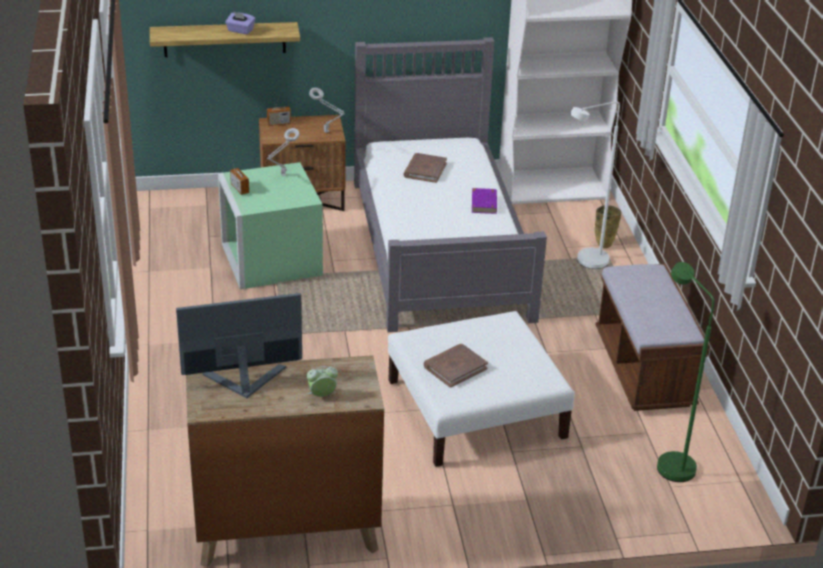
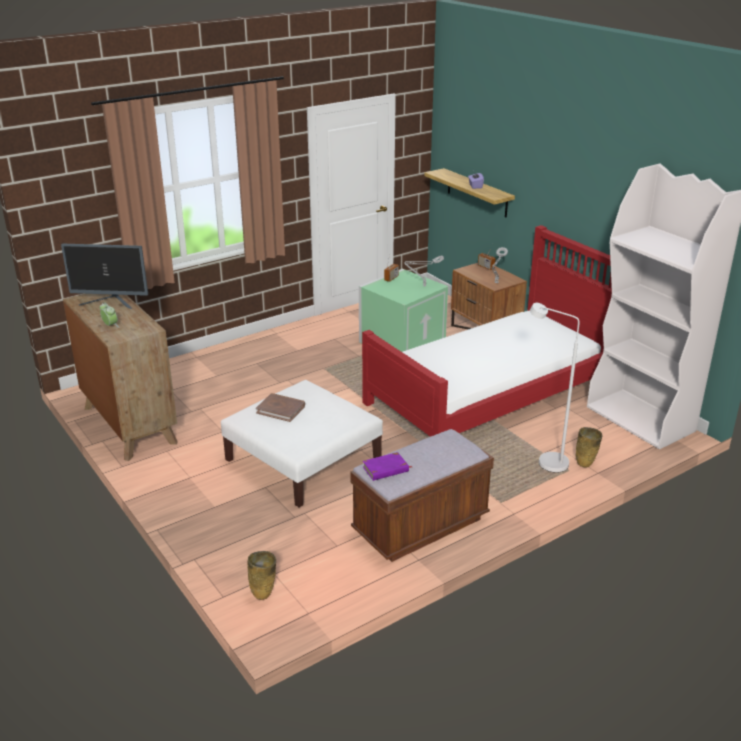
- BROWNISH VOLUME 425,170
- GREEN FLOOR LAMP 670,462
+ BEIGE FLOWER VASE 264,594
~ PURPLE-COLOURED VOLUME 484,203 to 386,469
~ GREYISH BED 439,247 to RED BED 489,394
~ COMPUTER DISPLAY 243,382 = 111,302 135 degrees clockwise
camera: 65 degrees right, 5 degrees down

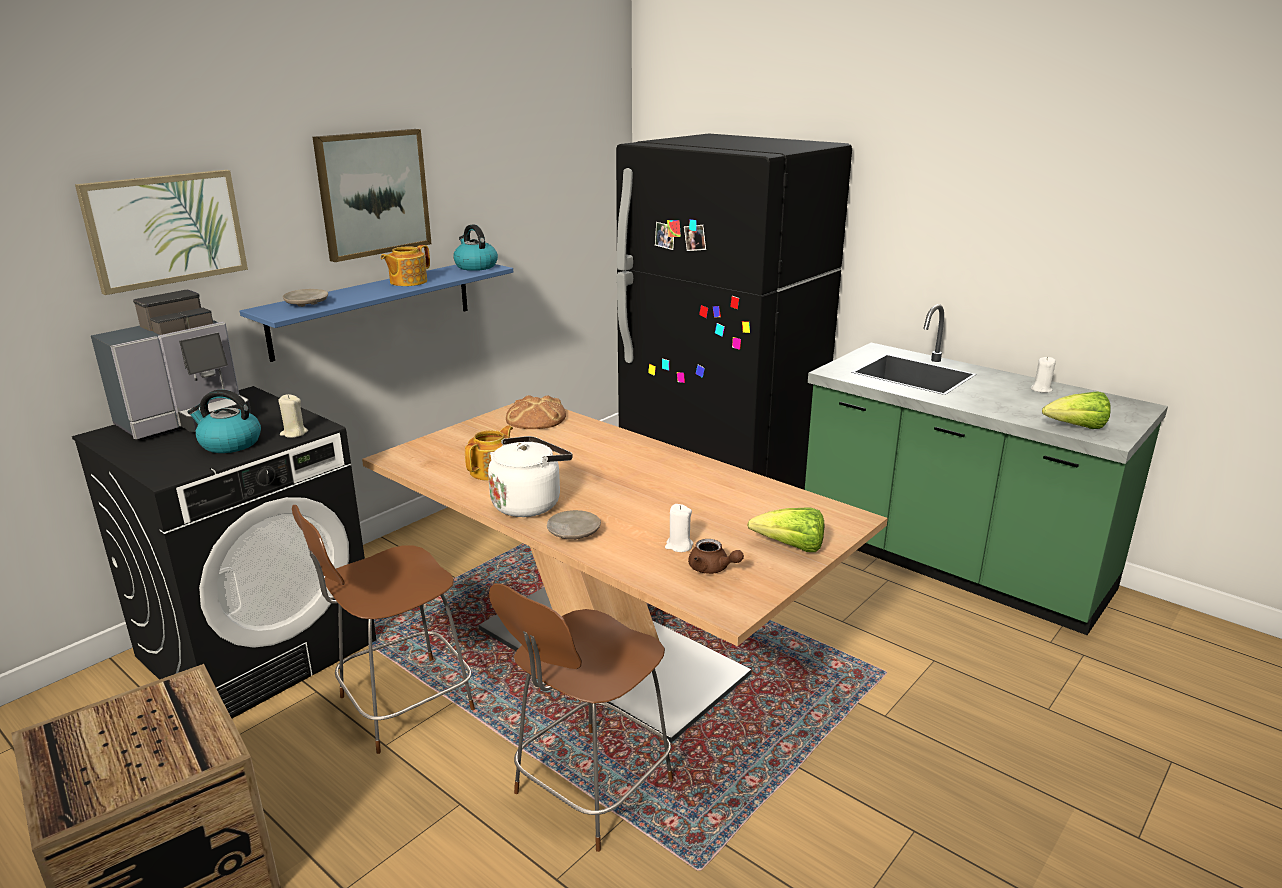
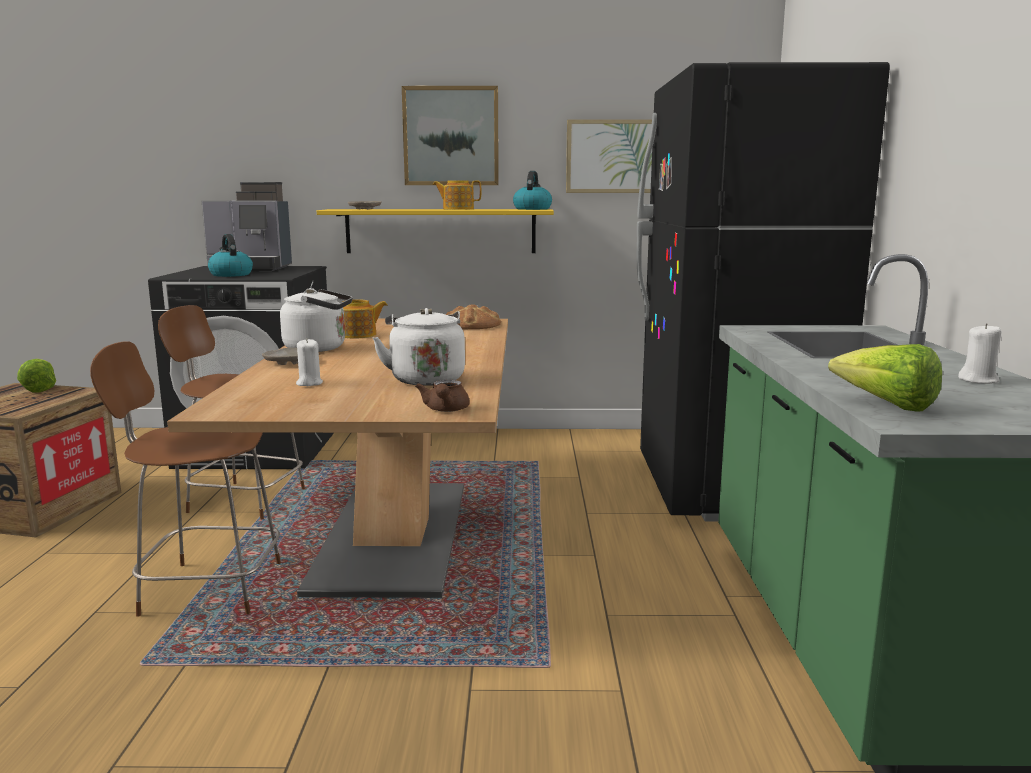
- BEIGE WAX CANDLE 294,433
+ WHITE TEA KETTLE 425,379
~ PICTURE 166,229 to 615,156
~ BROWNISH POT FOR TEA 712,569 to 445,410
~ LETTUCE 791,548 to 40,389
~ BLUISH SHELF 373,308 to YELLOWISH SHELF 440,231
camera: 50 degrees right, 10 degrees down

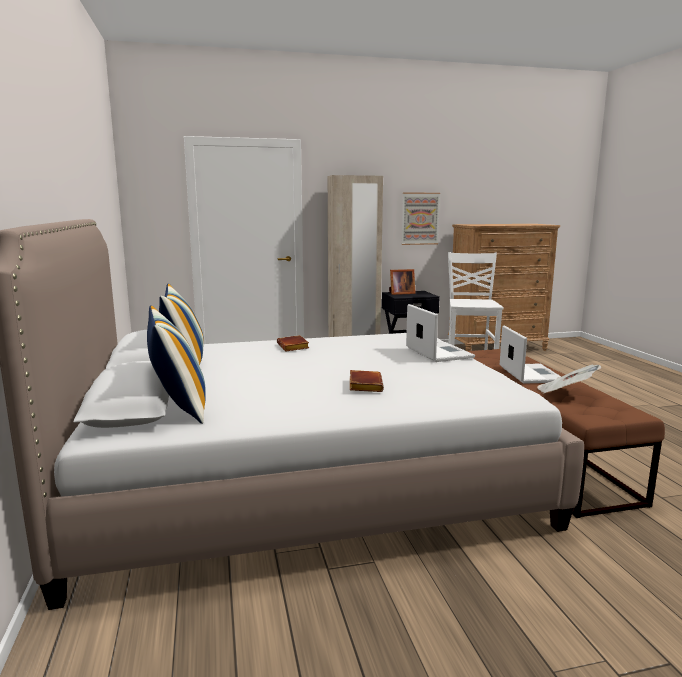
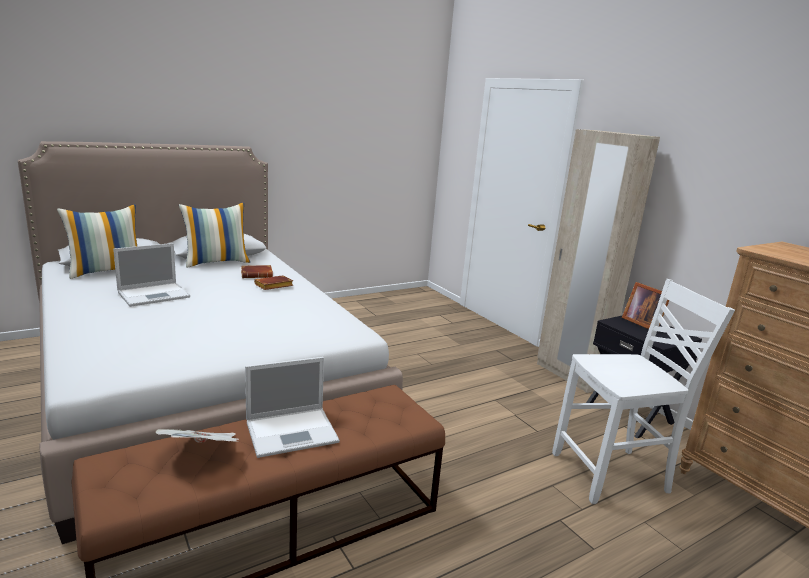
- PICTURE 420,218
~ BROWNISH VOLUME 364,385 to 257,274
~ PORTABLE COMPUTER 438,352 to 155,294
camera: 70 degrees right, 5 degrees up

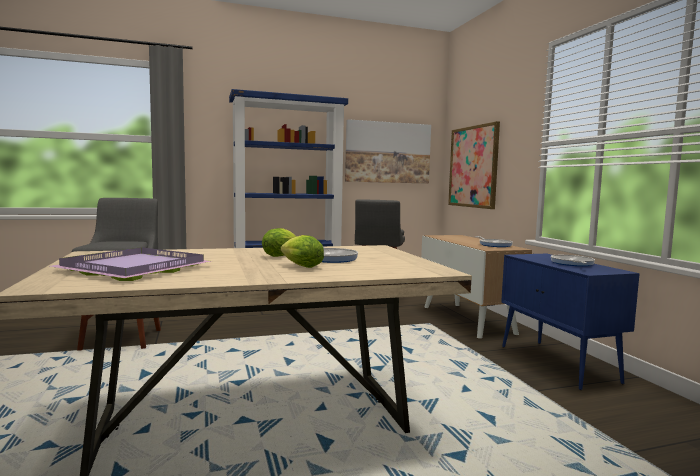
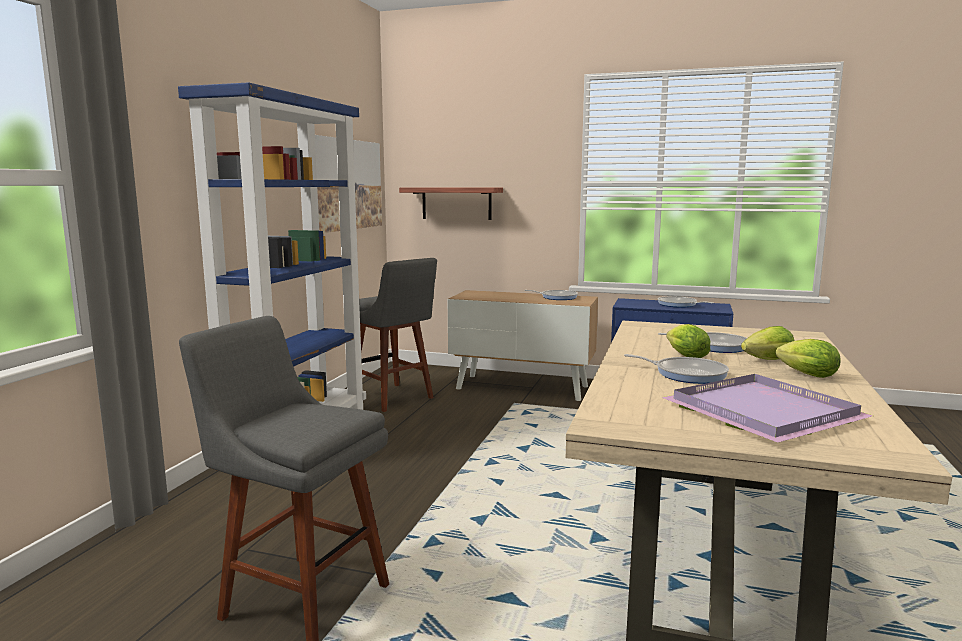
+ SKILLET 686,374
+ LETTUCE 804,374
~ PICTURE 473,167 to SHELF 456,203
camera: 55 degrees left, 5 degrees up

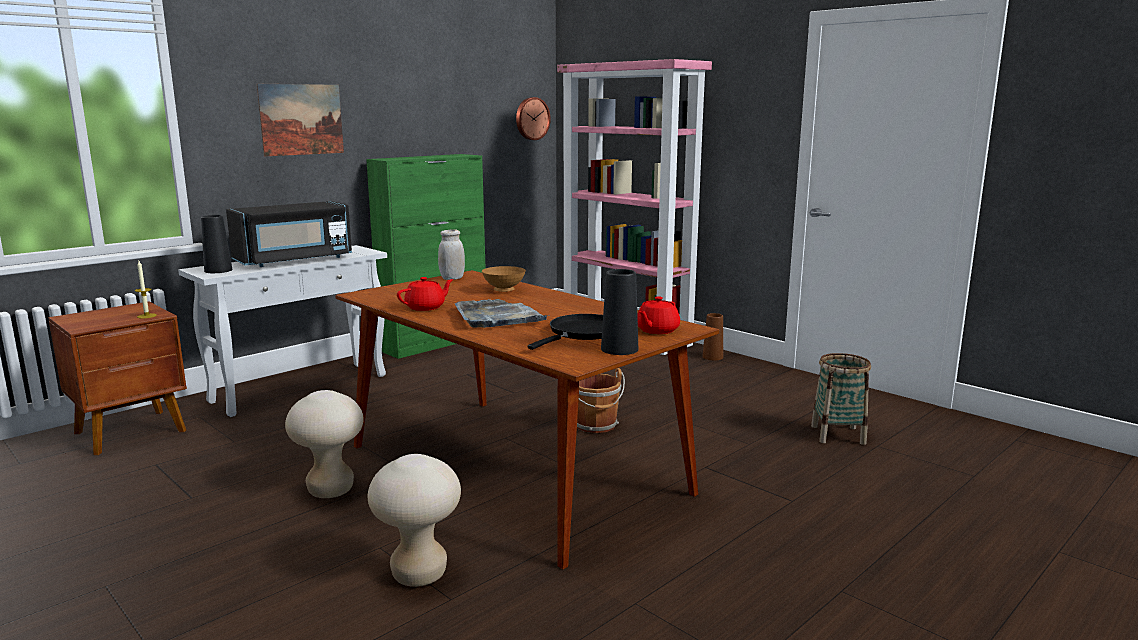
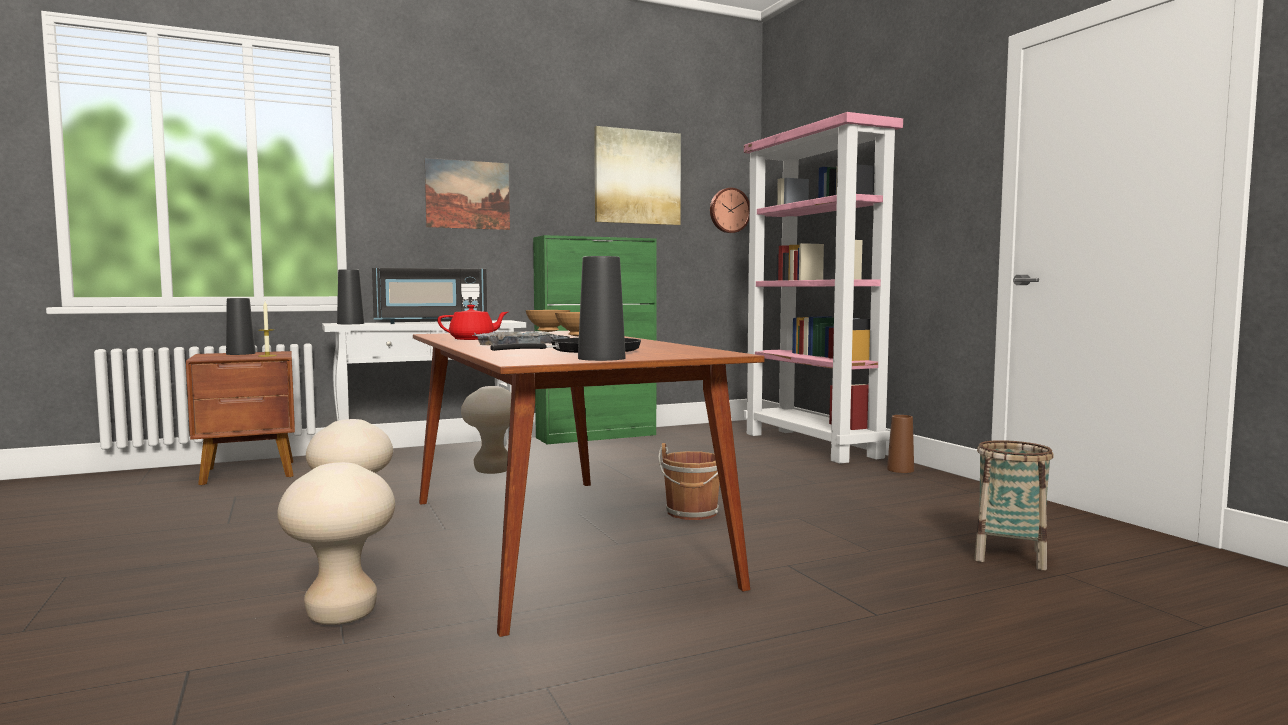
- RED POT FOR TEA 656,330
+ BLACKISH FLOWER VASE 241,353
+ BEIGE STOOL SEAT 493,471
+ PICTURE 637,177
~ WHITE PRESERVE JAR 452,278 to BROWNISH BOWL 548,331
camera: 20 degrees right, 10 degrees down

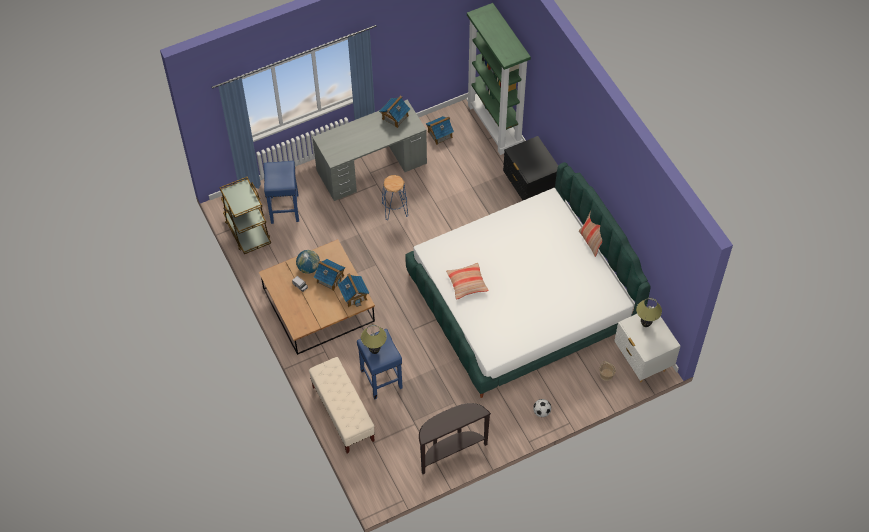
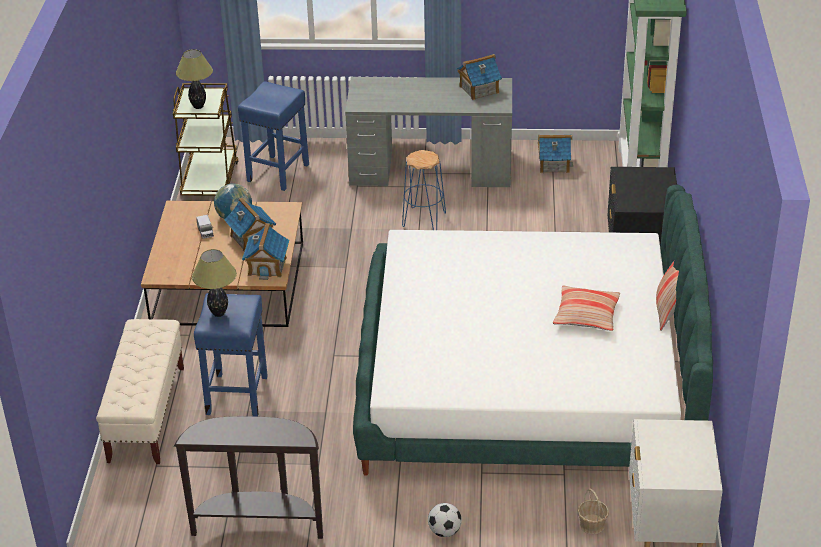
~ PILLOW 467,283 to 586,315
~ LAMP FOR A TABLE 645,324 to 198,106
camera: 30 degrees right, 20 degrees down

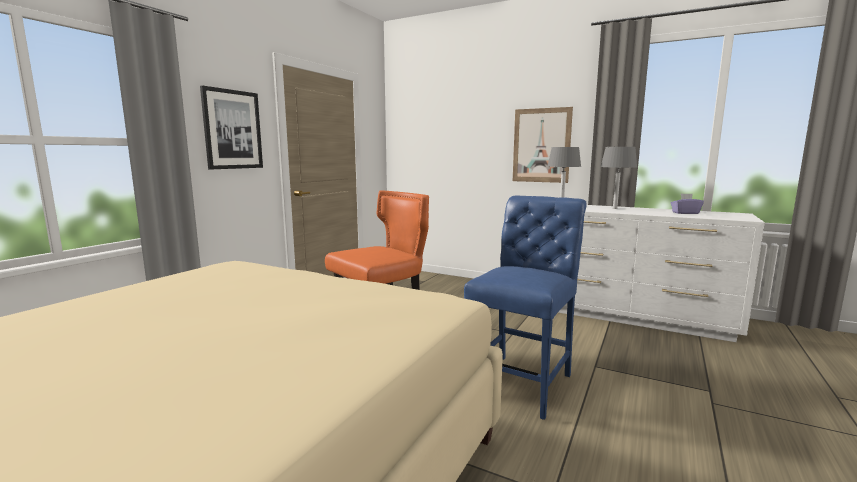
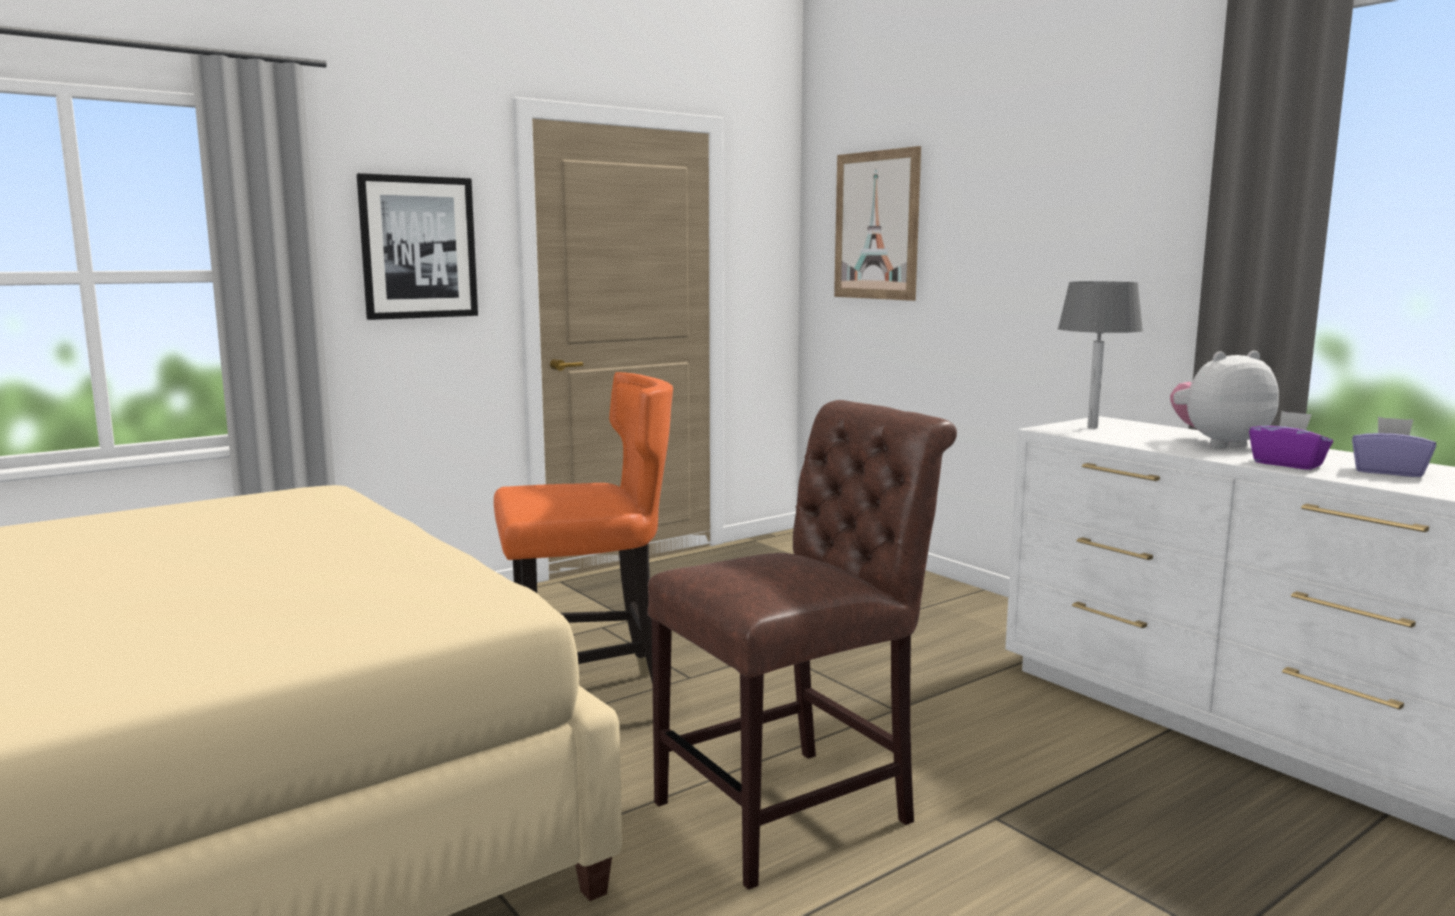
+ PURPLE-COLOURED TISSUE BOX 1287,464
~ PICTURE 541,145 to 876,225
~ GREYISH LAMP FOR A TABLE 615,208 to SOFT TOY 1218,443
~ BLUISH UPRIGHT CHAIR 523,381 to BROWNISH UPRIGHT CHAIR 796,809
camera: 25 degrees right, 0 degrees up

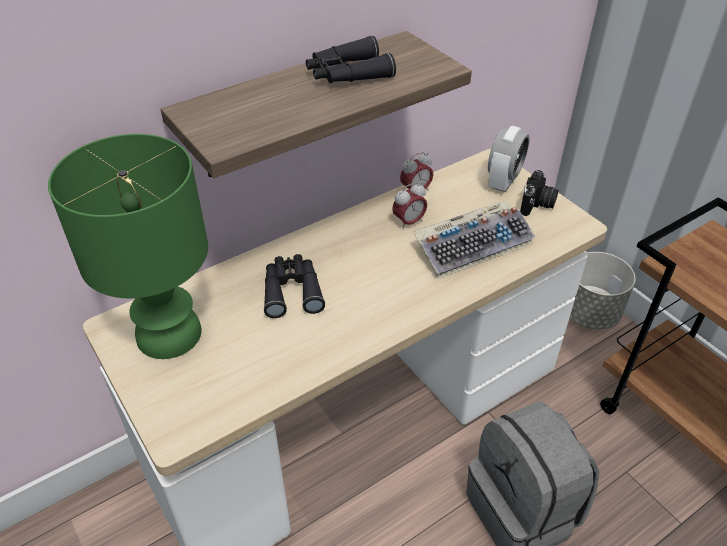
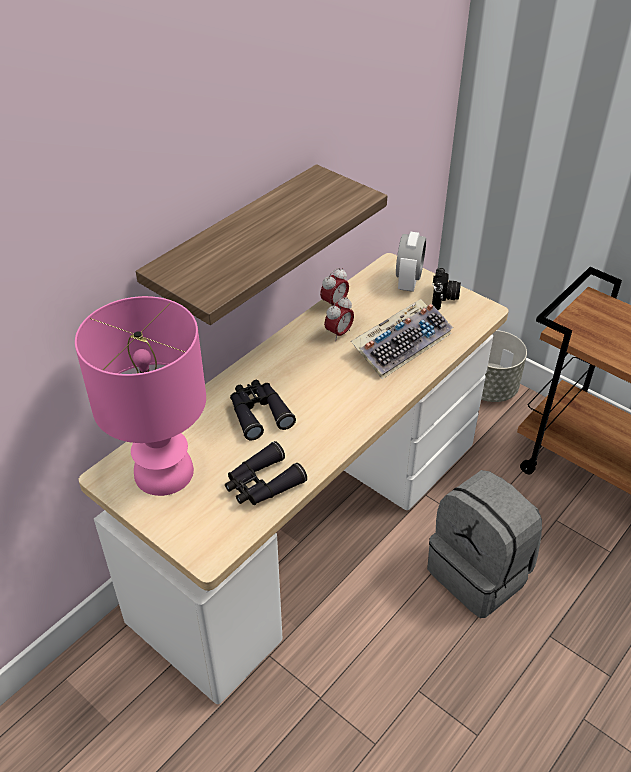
~ BLACKISH BINOCULARS 347,74 to 262,484
~ GREEN LAMP FOR A TABLE 168,335 to PINK LAMP FOR A TABLE 163,474
camera: 15 degrees left, 0 degrees up

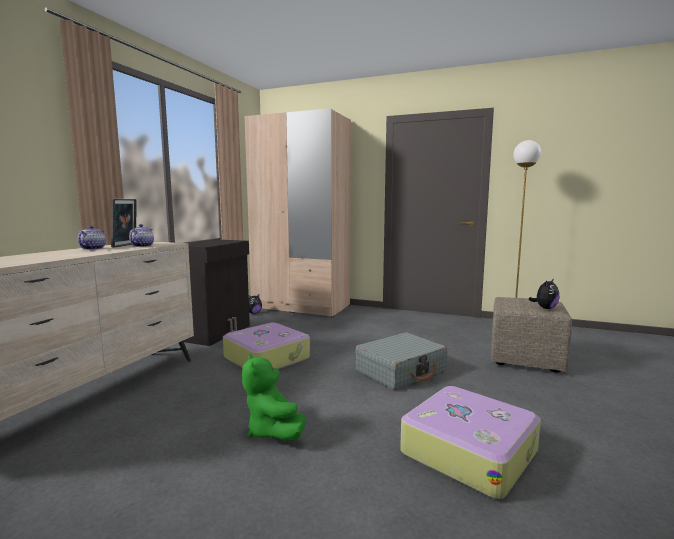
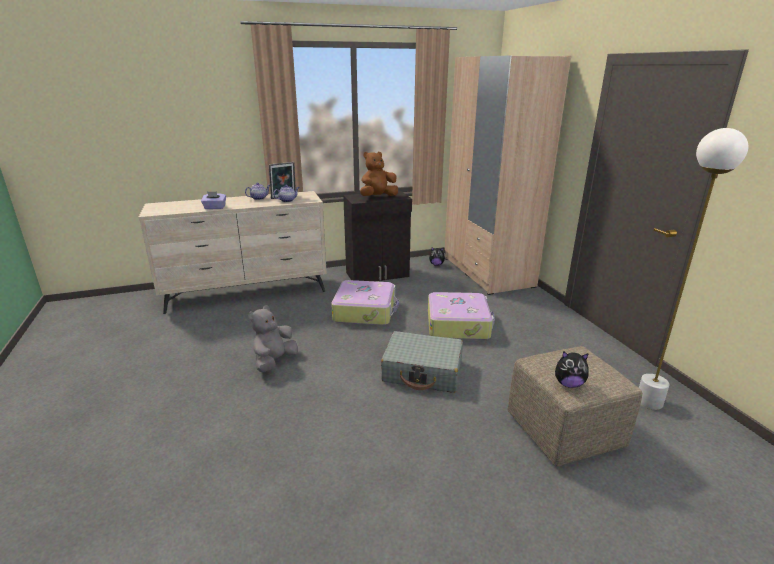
+ PURPLE-COLOURED TISSUE BOX 215,207
+ BROWNISH SOFT TOY 378,197
~ SUITCASE 468,451 to 458,324
~ GREEN SOFT TOY 273,431 to GREYISH SOFT TOY 274,362
camera: 50 degrees right, 15 degrees up

